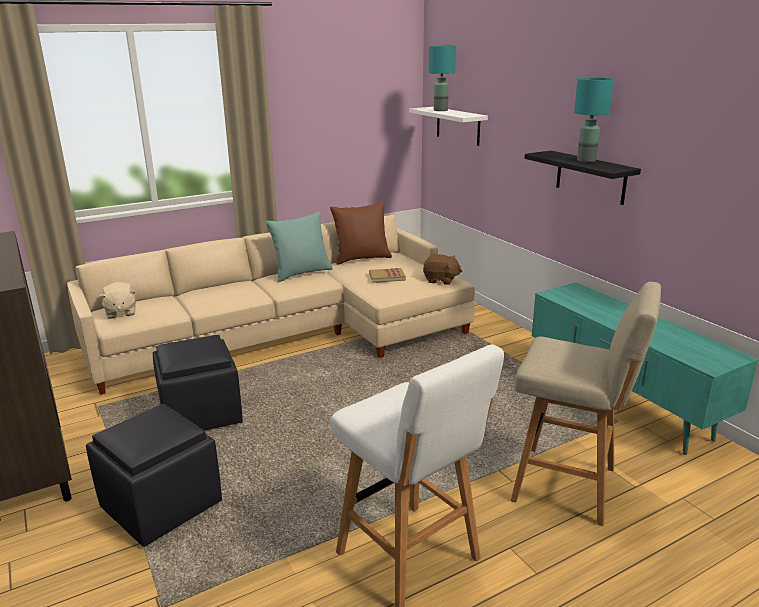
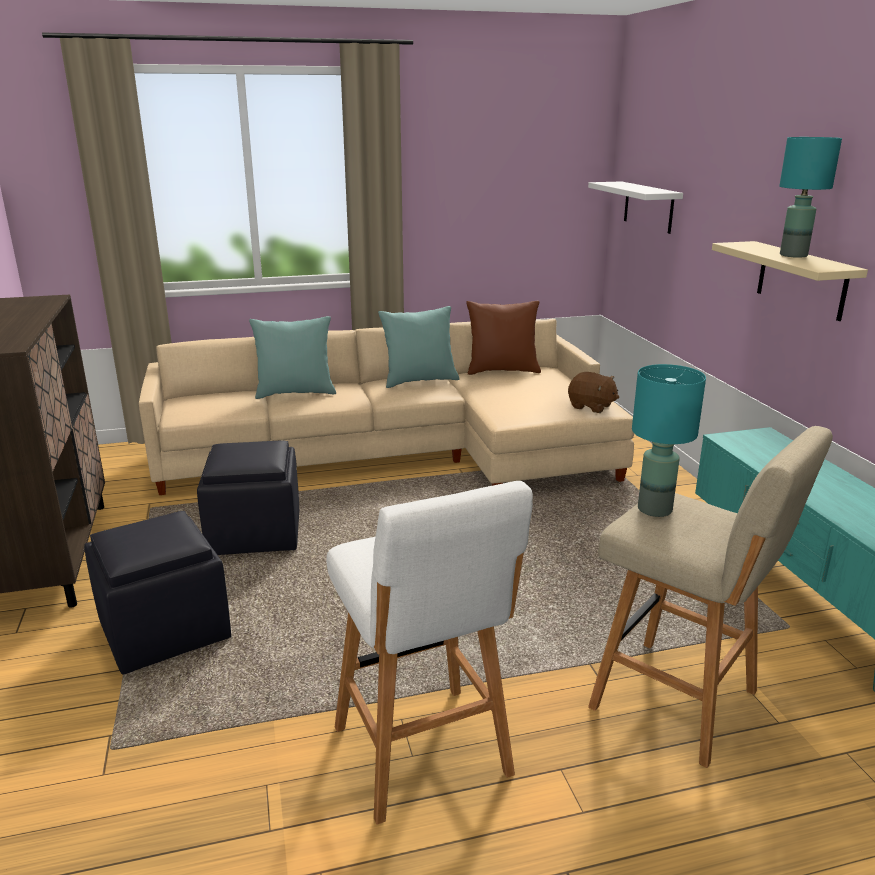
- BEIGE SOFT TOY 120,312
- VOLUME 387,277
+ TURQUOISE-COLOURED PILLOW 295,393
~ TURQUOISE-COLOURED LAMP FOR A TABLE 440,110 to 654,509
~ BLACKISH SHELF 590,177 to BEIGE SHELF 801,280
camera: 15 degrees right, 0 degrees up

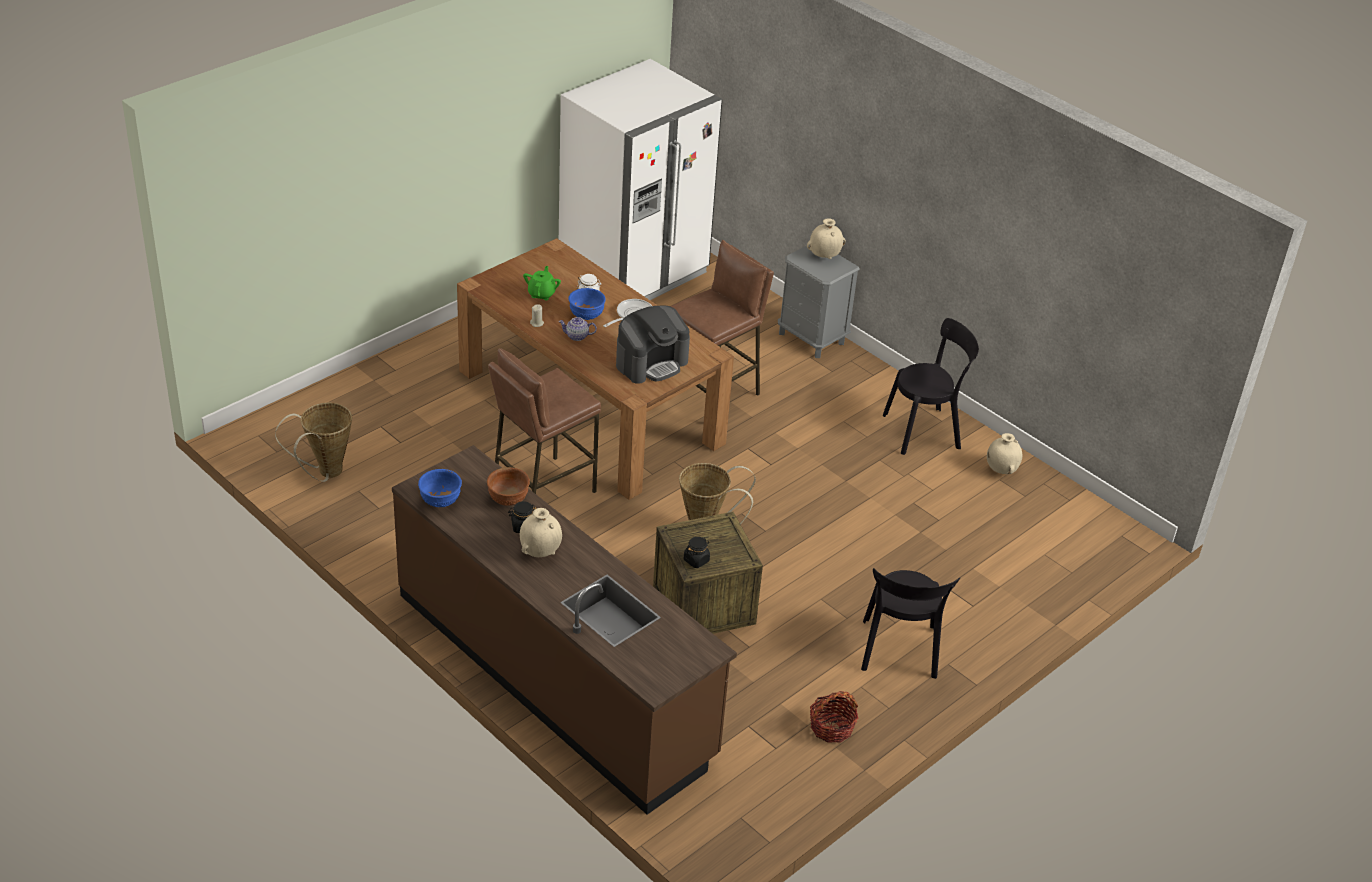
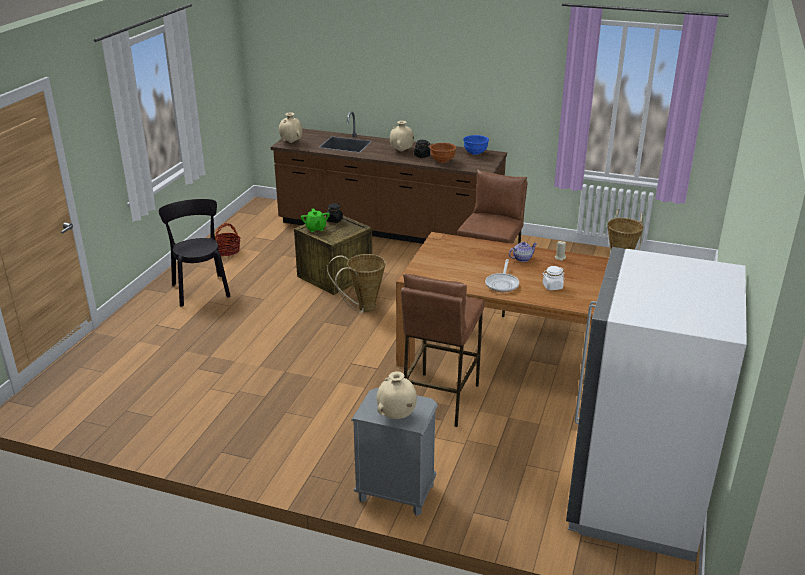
- BLUISH BOWL 586,316
- COFFEE BREWER 651,363
- BLACKISH UPRIGHT CHAIR 925,431
~ GREEN POT FOR TEA 542,294 to 315,228
~ BEIGE FLOWER VASE 1001,470 to 291,142
camera: 155 degrees right, 10 degrees down

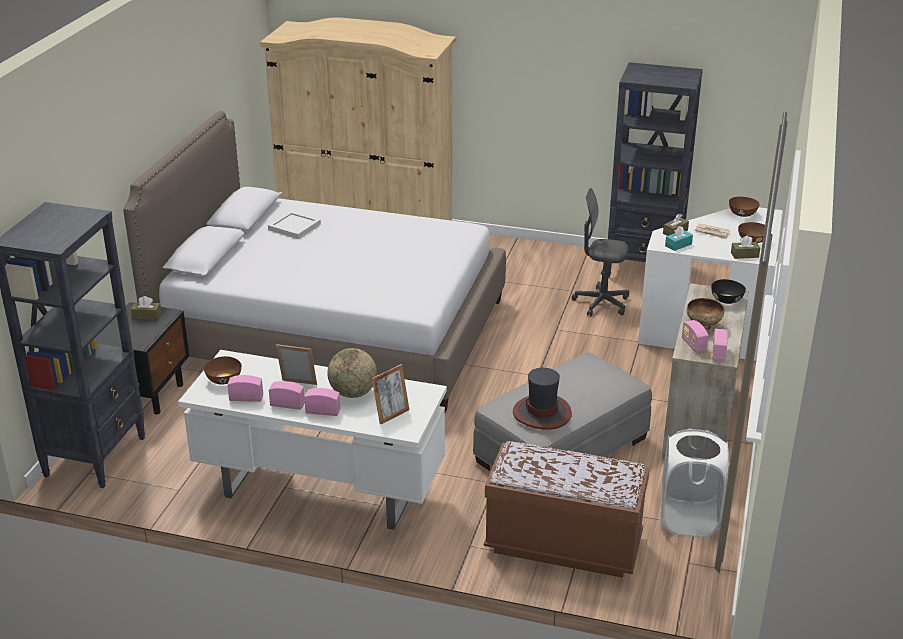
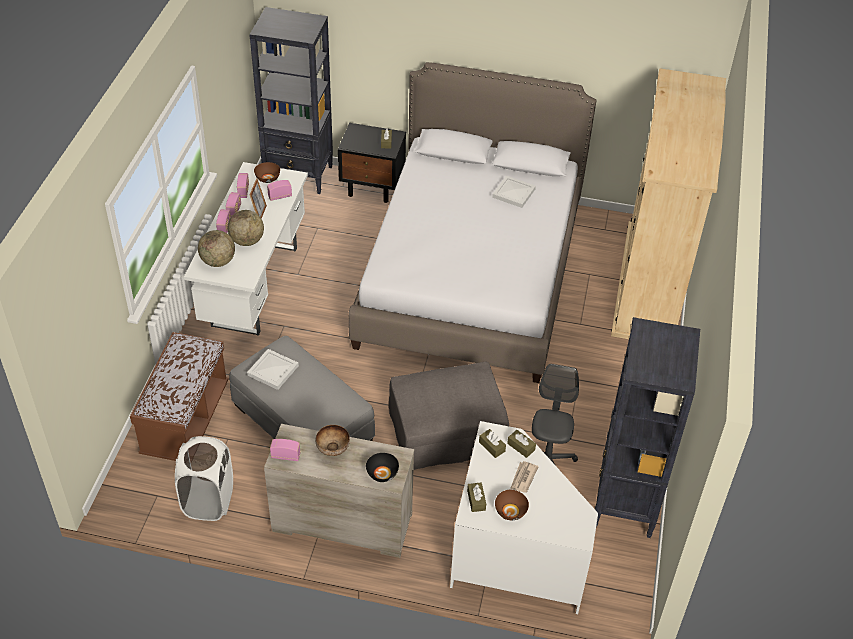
- BROWNISH BOWL 742,214
+ GREYISH POUFFE 446,434
~ RADIO 693,345 to 280,196
~ PHOTO FRAME 391,415 to GLOBE 218,261
~ CLOTHING HAT 542,413 to WHITE TRAY 272,370
~ TURQUOISE-COLOURED TISSUE BOX 678,245 to BROWNISH TISSUE BOX 492,446
camera: 85 degrees right, 15 degrees up

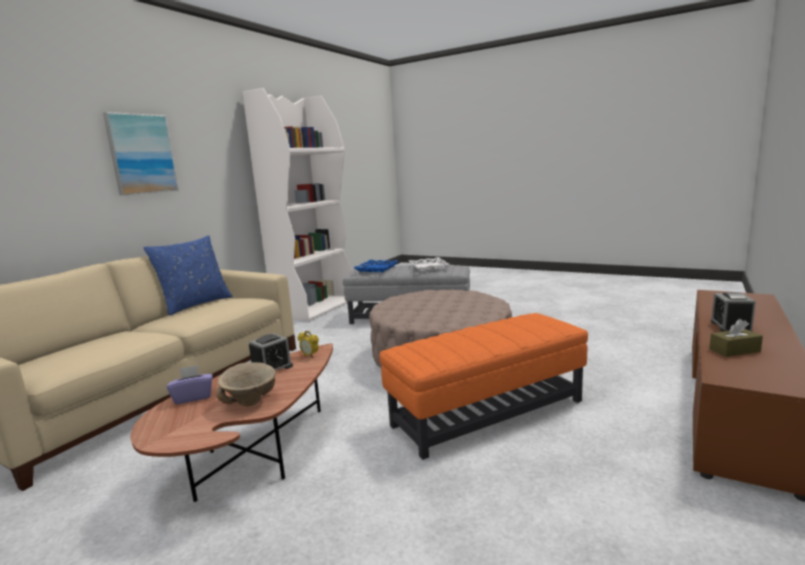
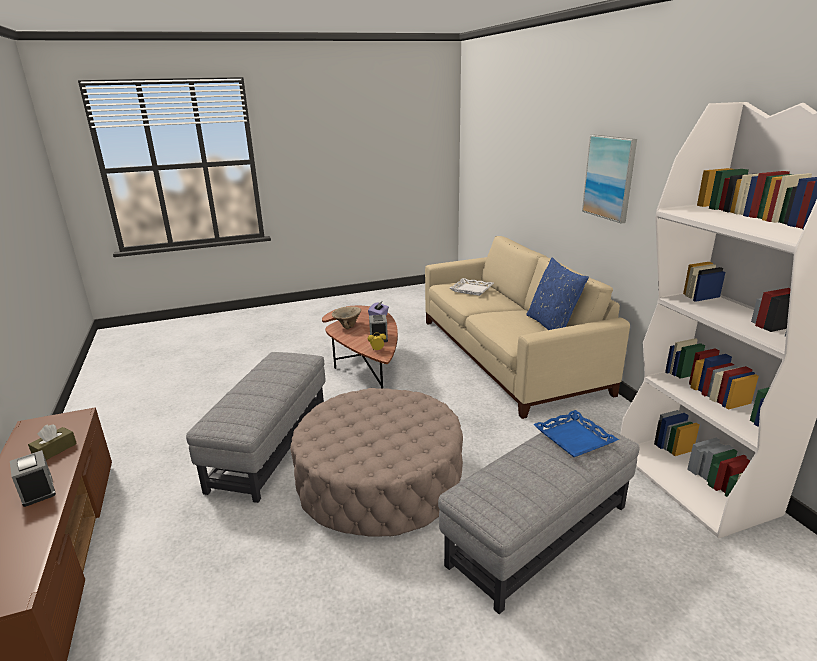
~ WHITE TRAY 428,267 to 472,289
~ ORANGEY POUFFE 488,413 to GREYISH POUFFE 270,446
camera: 130 degrees right, 10 degrees up

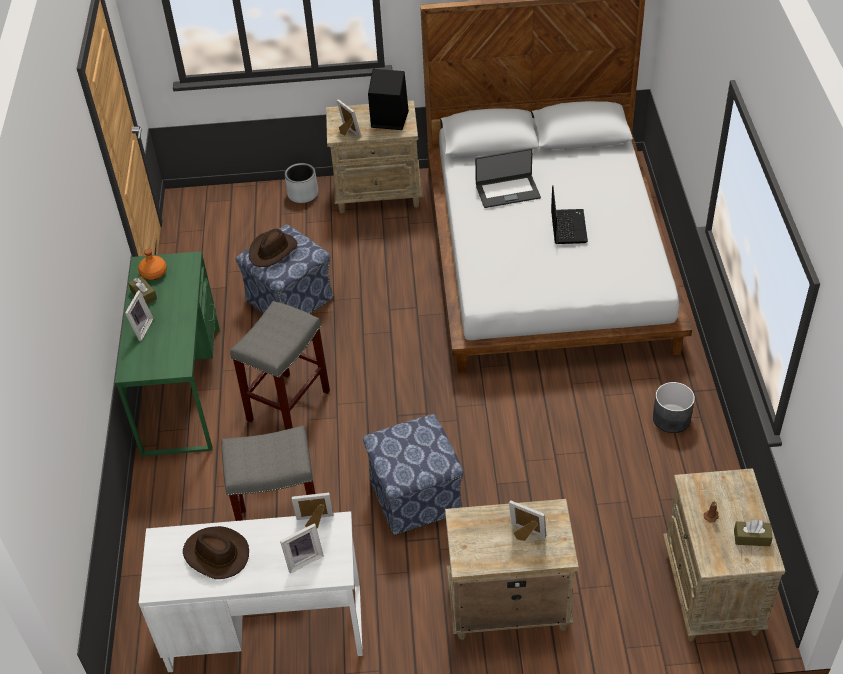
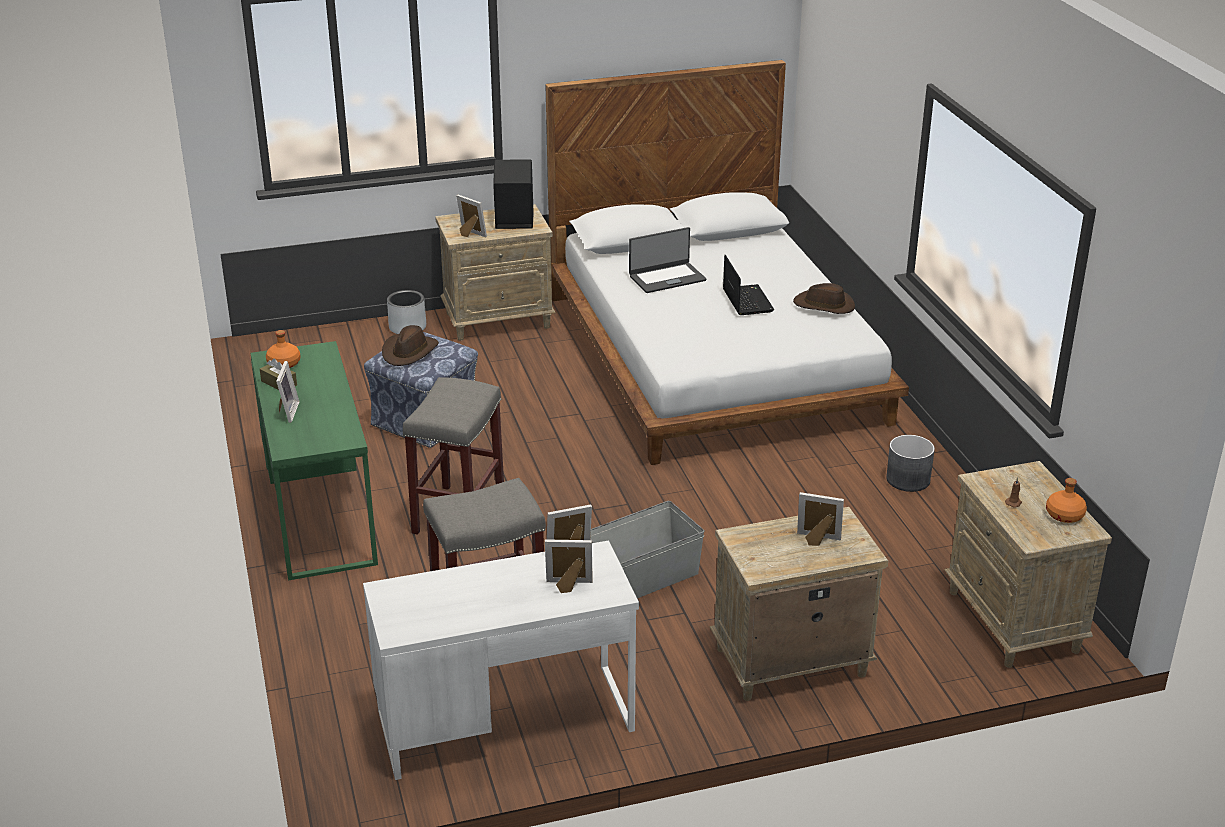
~ BROWNISH CLOTHING HAT 216,555 to 824,305
~ POUFFE 415,495 to GREYISH STORAGE CONTAINER 642,577
~ BROWNISH TISSUE BOX 751,538 to ORANGEY DRINK BOTTLE 1064,515
~ PHOTO FRAME 303,558 = 569,586 135 degrees counterclockwise
camera: 15 degrees left, 15 degrees down

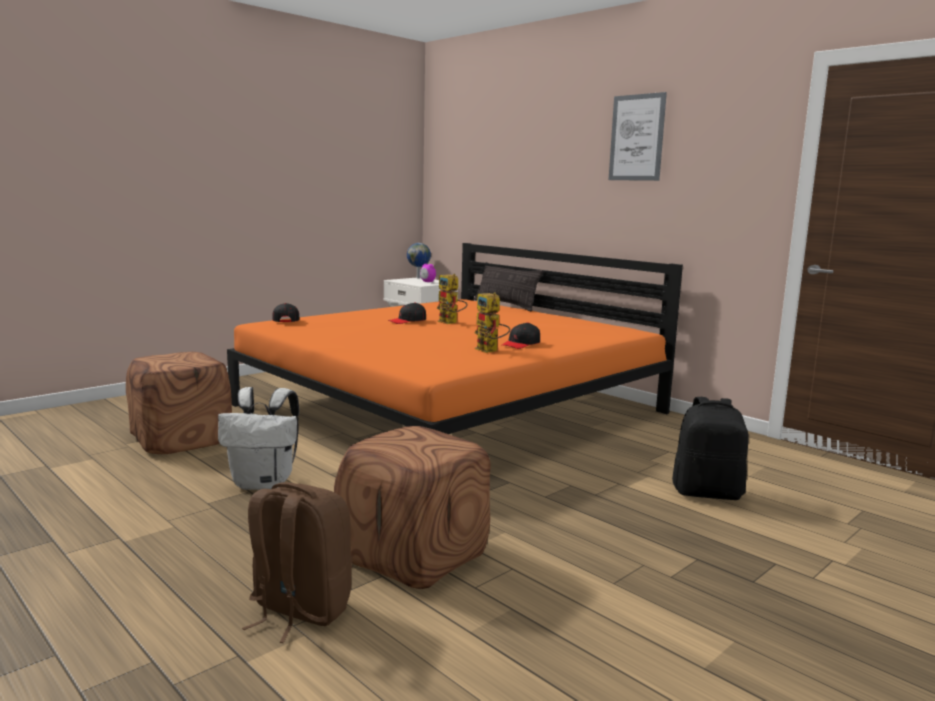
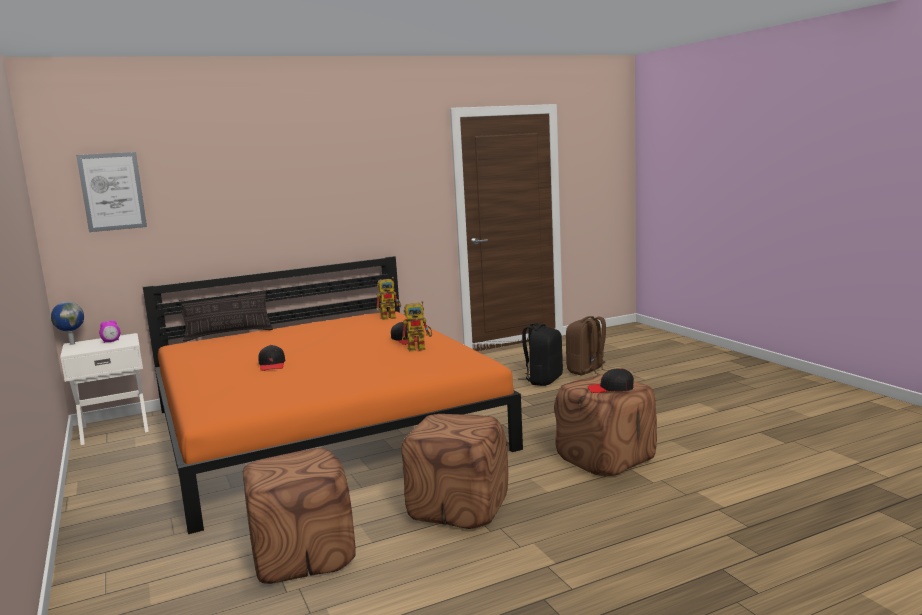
~ BROWNISH KNAPSACK 298,610 to 587,371
~ BLACKISH CAP 286,320 to 611,389
~ MODEL ROBOT 451,322 to 391,317
~ PICTURE 636,137 to 112,191
~ WHITE KNAPSACK 264,483 to BROWNISH POUFFE 458,507
camera: 70 degrees left, 0 degrees up

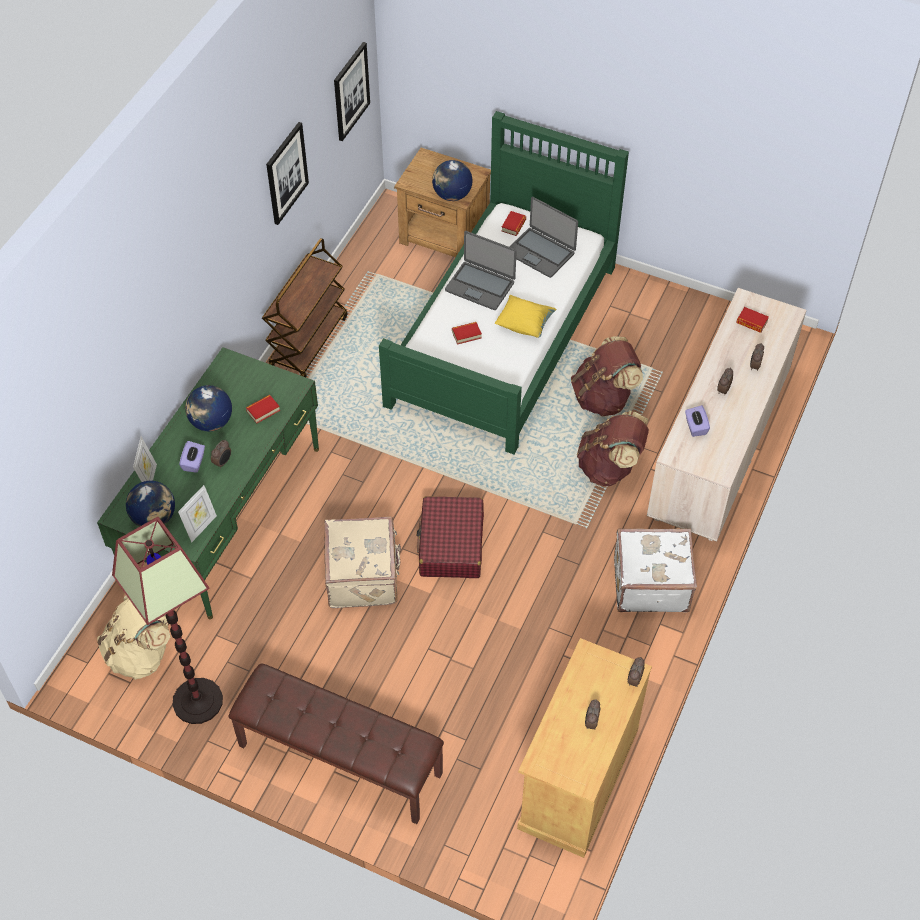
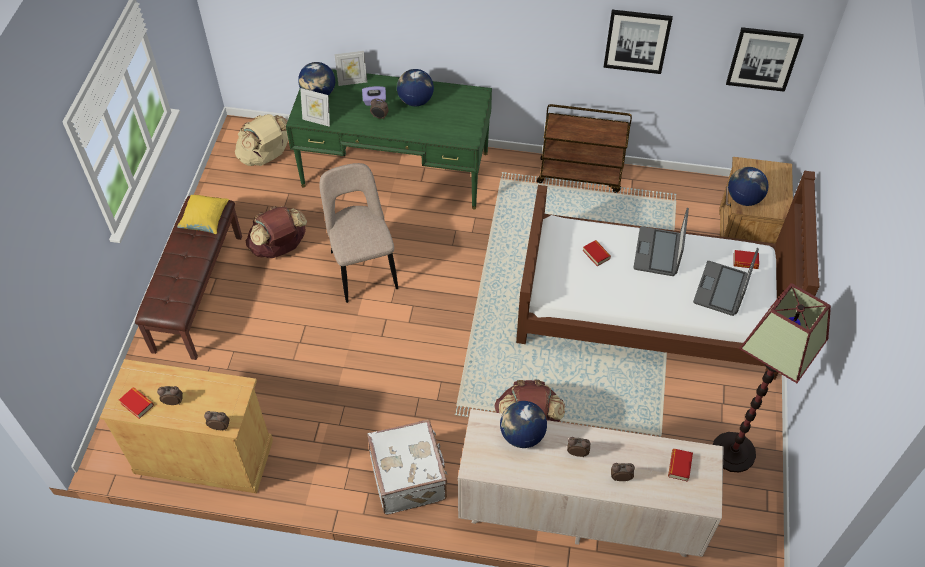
- RED SUITCASE 451,545
~ FLOOR LAMP 198,701 to 733,453
~ VOLUME 263,411 to 137,404
~ YELLOWISH PILLOW 524,325 to 205,221
~ BROWNISH KNAPSACK 603,397 to 279,248
~ BEIGE SUITCASE 364,575 to BEIGE UPRIGHT CHAIR 362,267
~ PURPLE-COLOURED TISSUE BOX 695,427 to GLOBE 522,435
~ GREEN BED 503,334 to BROWNISH BED 649,306
camera: 75 degrees right, 0 degrees up

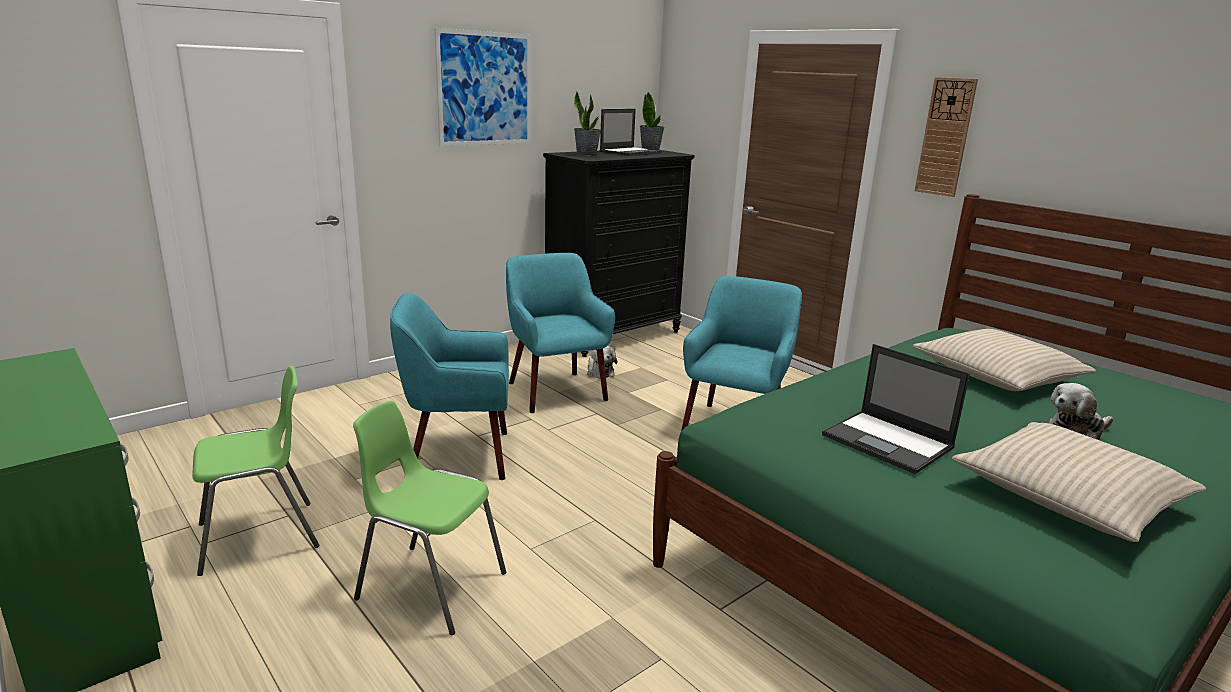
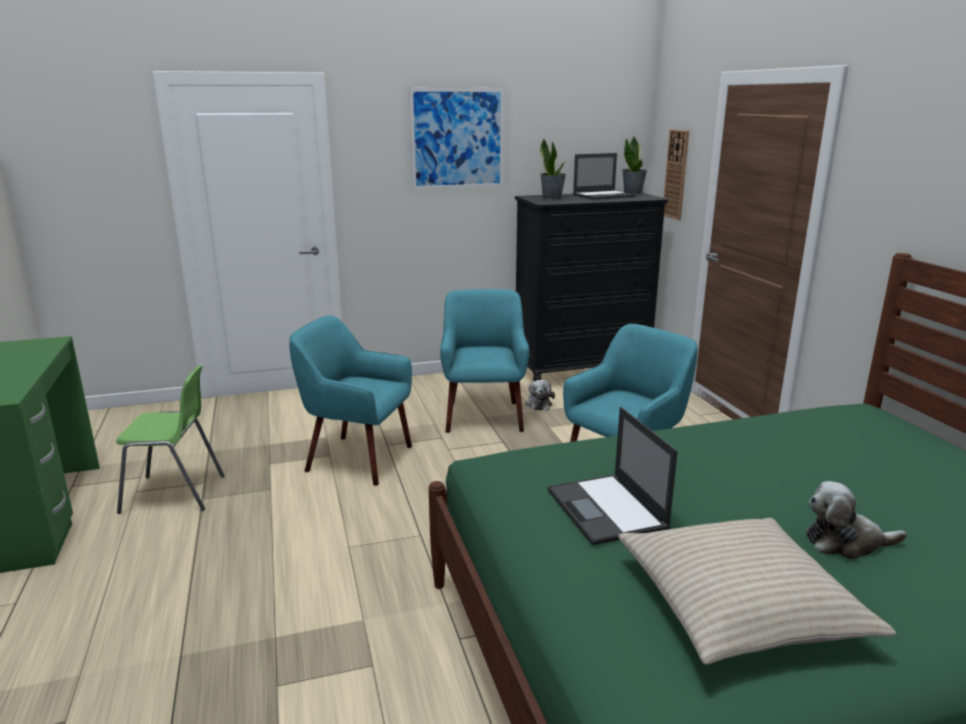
- GREEN UPRIGHT CHAIR 430,586
- BEIGE PILLOW 997,375
~ CLOCK ON THE WALL 945,137 to 676,174
camera: 25 degrees right, 0 degrees up

